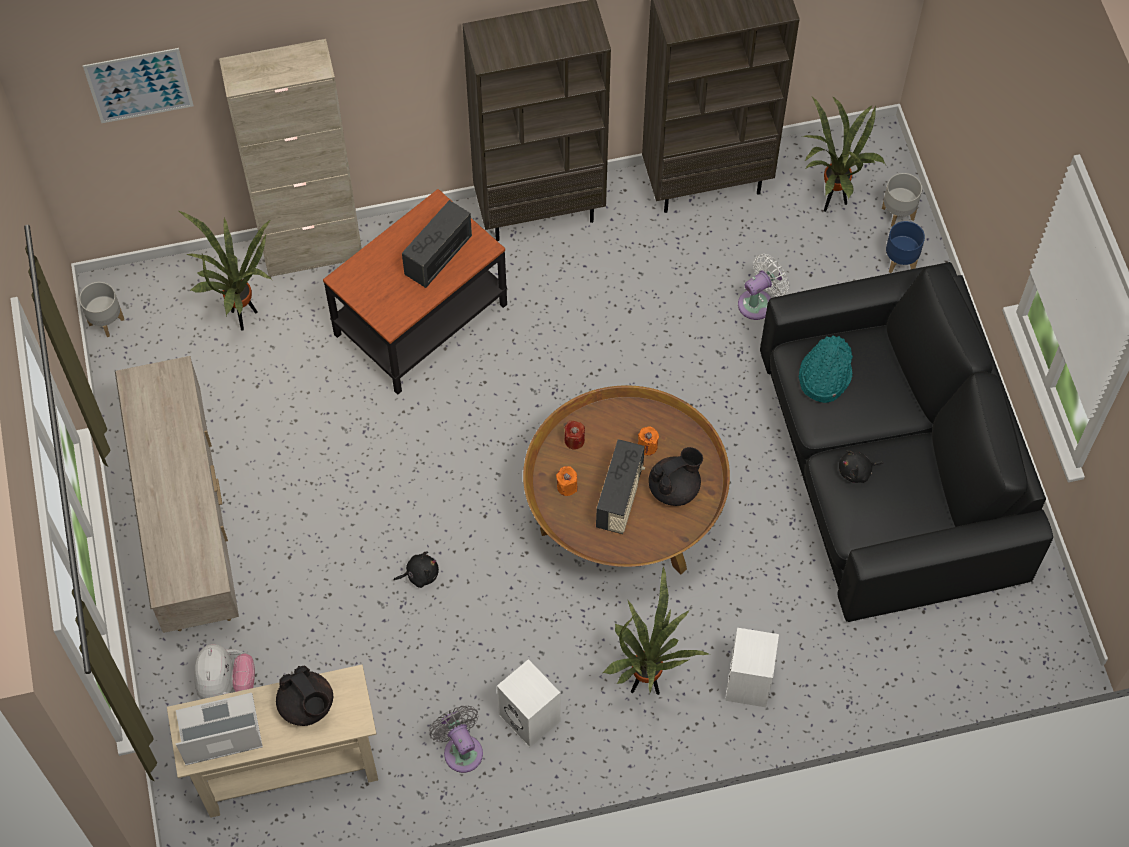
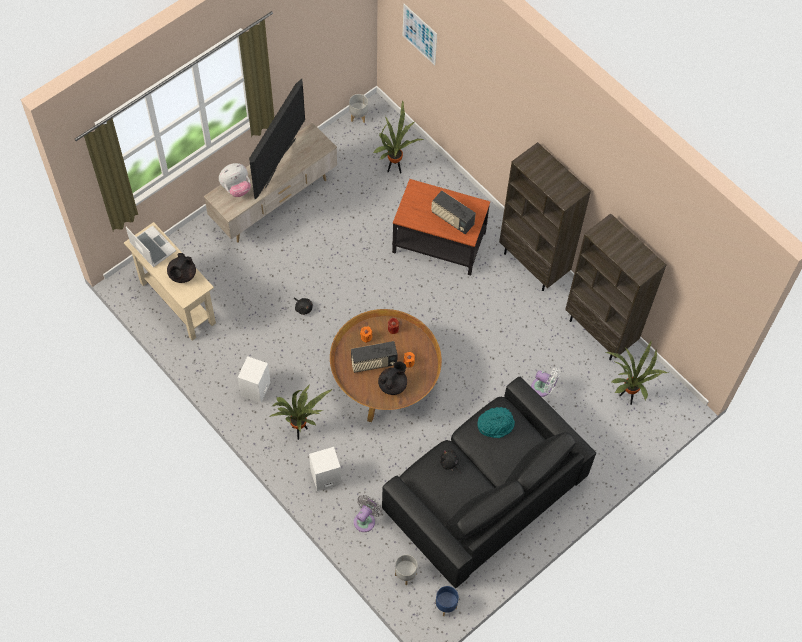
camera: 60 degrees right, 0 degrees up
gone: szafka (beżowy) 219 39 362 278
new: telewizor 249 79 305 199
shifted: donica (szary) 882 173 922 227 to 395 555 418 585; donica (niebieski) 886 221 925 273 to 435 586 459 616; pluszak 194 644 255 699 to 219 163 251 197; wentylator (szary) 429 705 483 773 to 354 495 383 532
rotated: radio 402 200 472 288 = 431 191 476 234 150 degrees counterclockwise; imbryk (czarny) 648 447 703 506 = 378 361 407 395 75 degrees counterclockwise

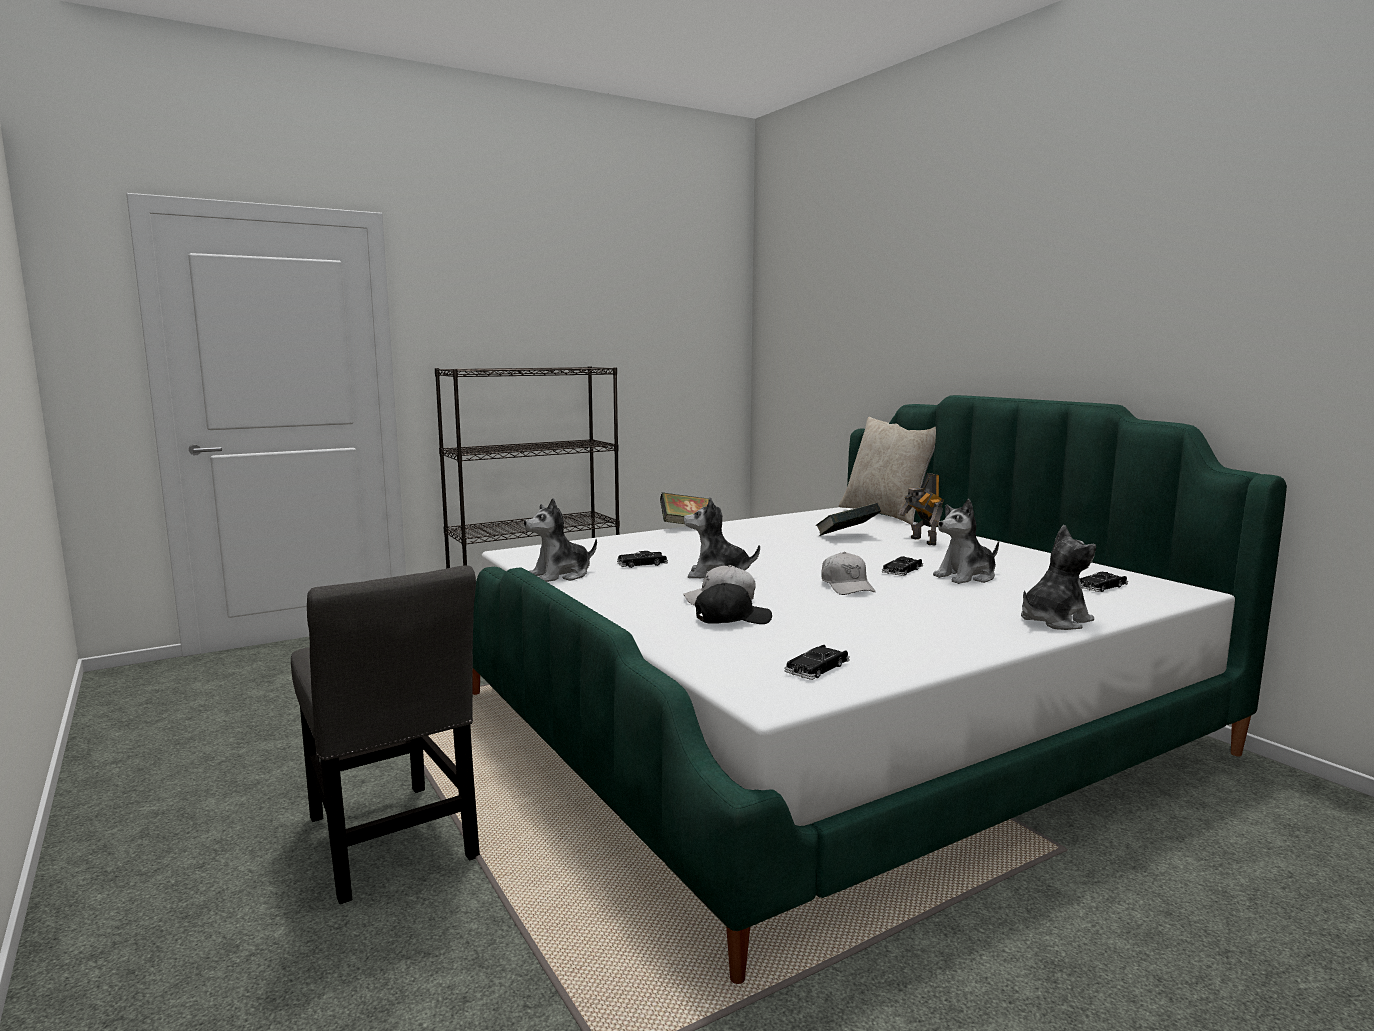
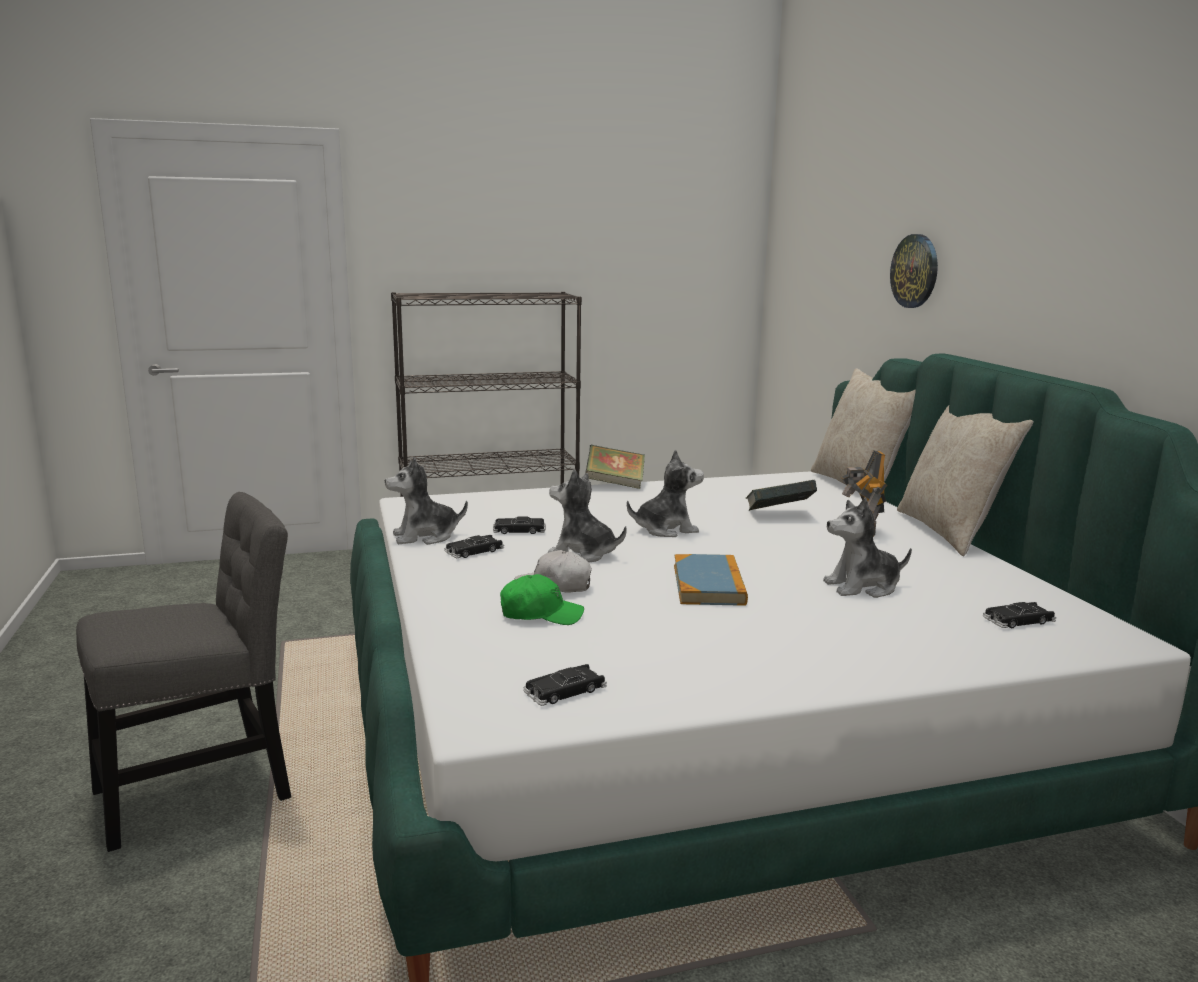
camera: 15 degrees right, 5 degrees up
new: zegar ścienny 890 234 938 308; poduszka (beżowy) 897 405 1033 556
shifted: pluszak 1021 525 1096 630 to 627 449 704 537; samochodzik (czarny) 881 556 923 576 to 445 535 504 558
swapped: czapka z daszkiem (biały) 821 552 876 595 to książka 674 554 748 606
repainted: czapka z daszkiem (czarny) 695 583 772 624 to czapka z daszkiem (zielony) 500 574 584 625
rotated: krzesło (szary) 291 565 480 904 = 76 492 291 852 105 degrees counterclockwise

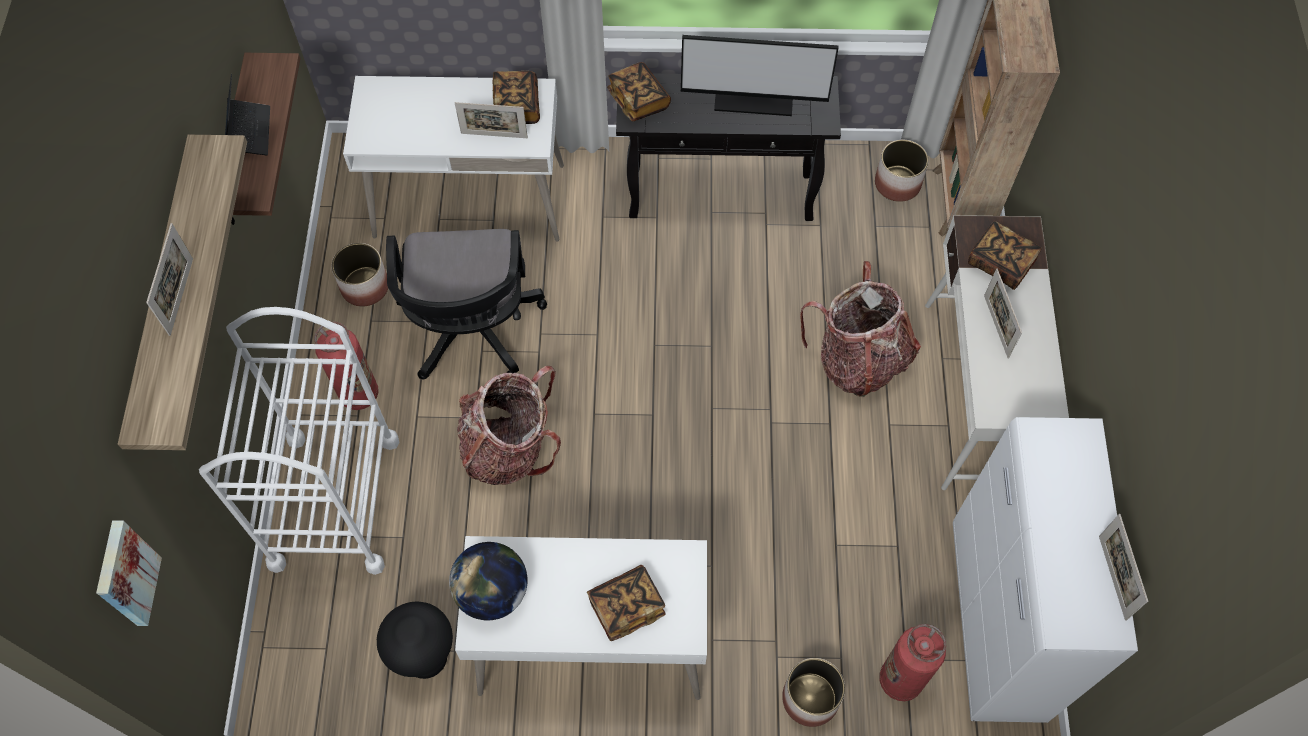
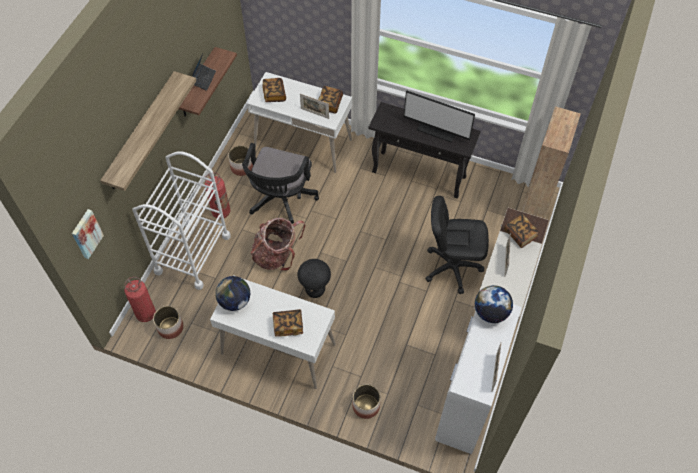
camera: 20 degrees right, 5 degrees down
gone: ramka na zdjęcie 146 223 193 336
new: globus 475 285 513 323
shifted: książka 607 62 671 121 to 262 78 286 102; donica 875 140 929 202 to 153 306 183 339; stołek (czarny) 377 602 453 679 to 298 259 331 298; gaśnica 879 624 946 701 to 124 277 156 322
swapped: plecak 800 261 921 397 to krzesło biurowe (czarny) 425 196 489 294

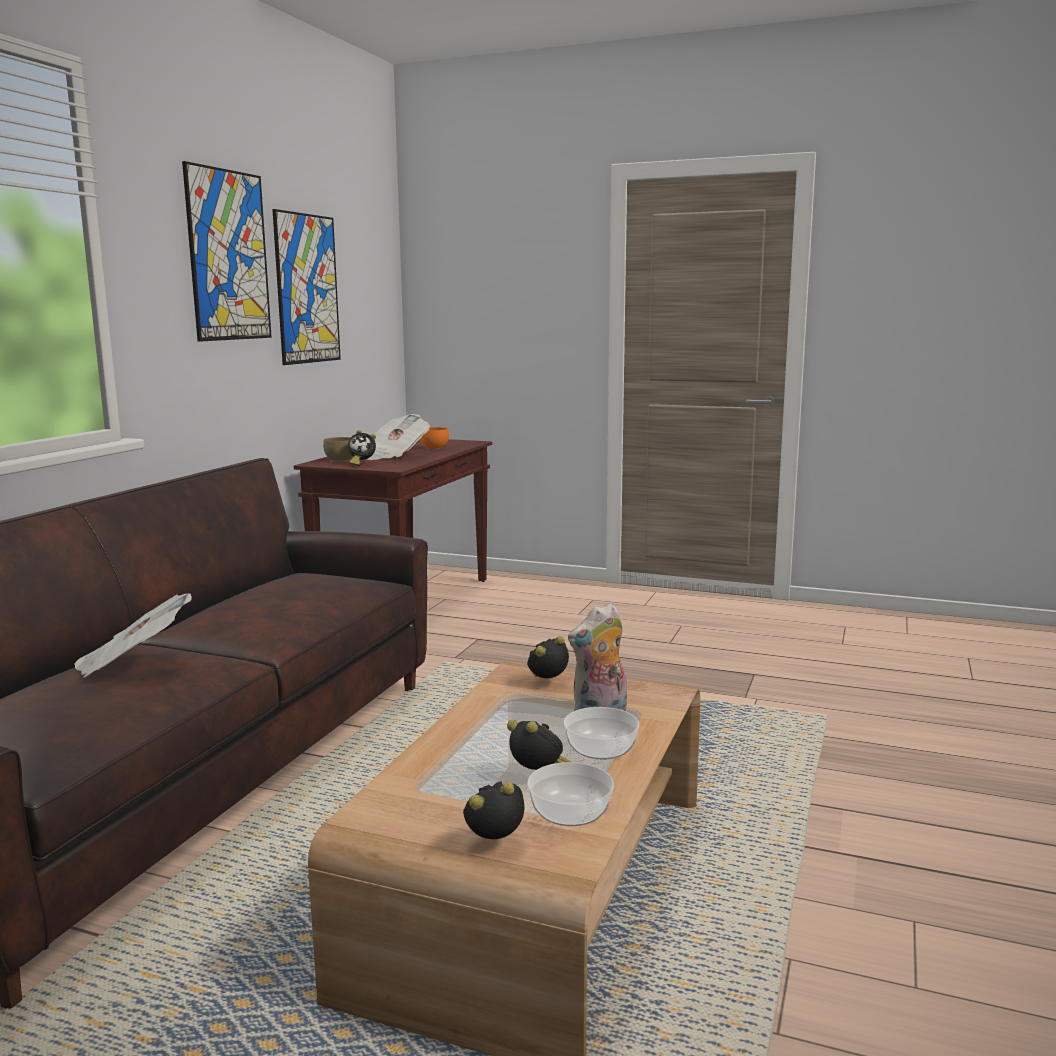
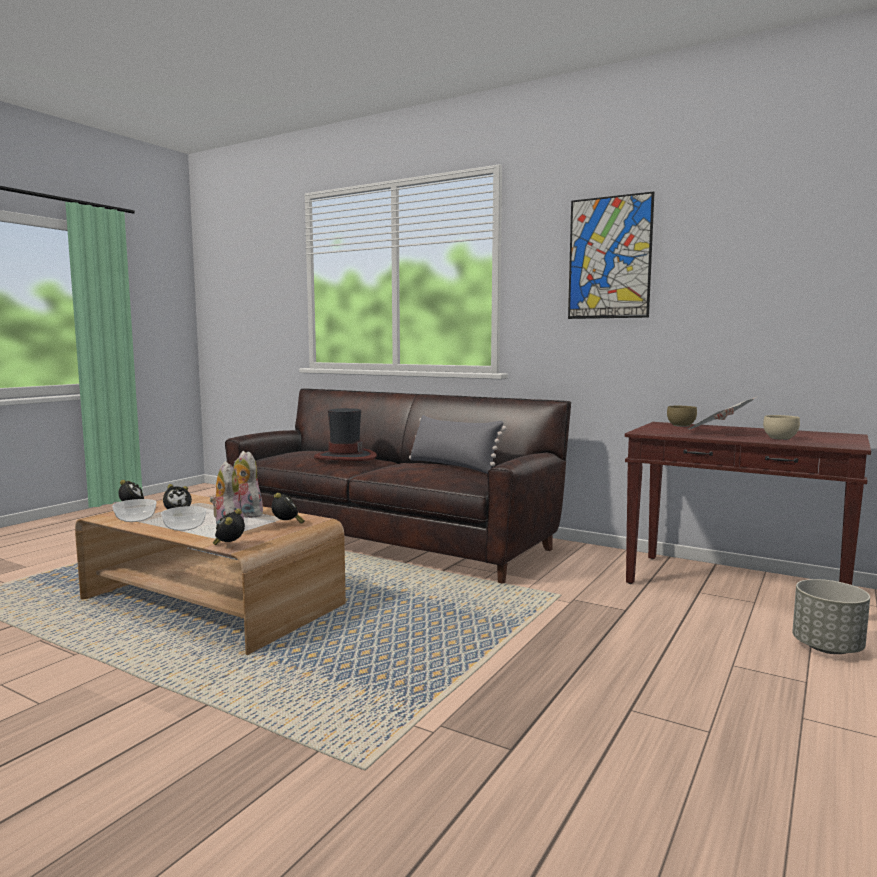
camera: 100 degrees right, 5 degrees down
gone: obraz 272 209 341 365
new: poduszka (szary) 409 415 506 474; pluszak 234 451 263 518; donica (szary) 792 579 870 654
shifted: budzik 348 430 376 466 to 213 509 245 545
swapped: gazeta 74 593 192 678 to kapelusz 314 408 377 461
repainted: miska (pomarańczowy) 420 427 449 450 to miska (beżowy) 763 415 800 440

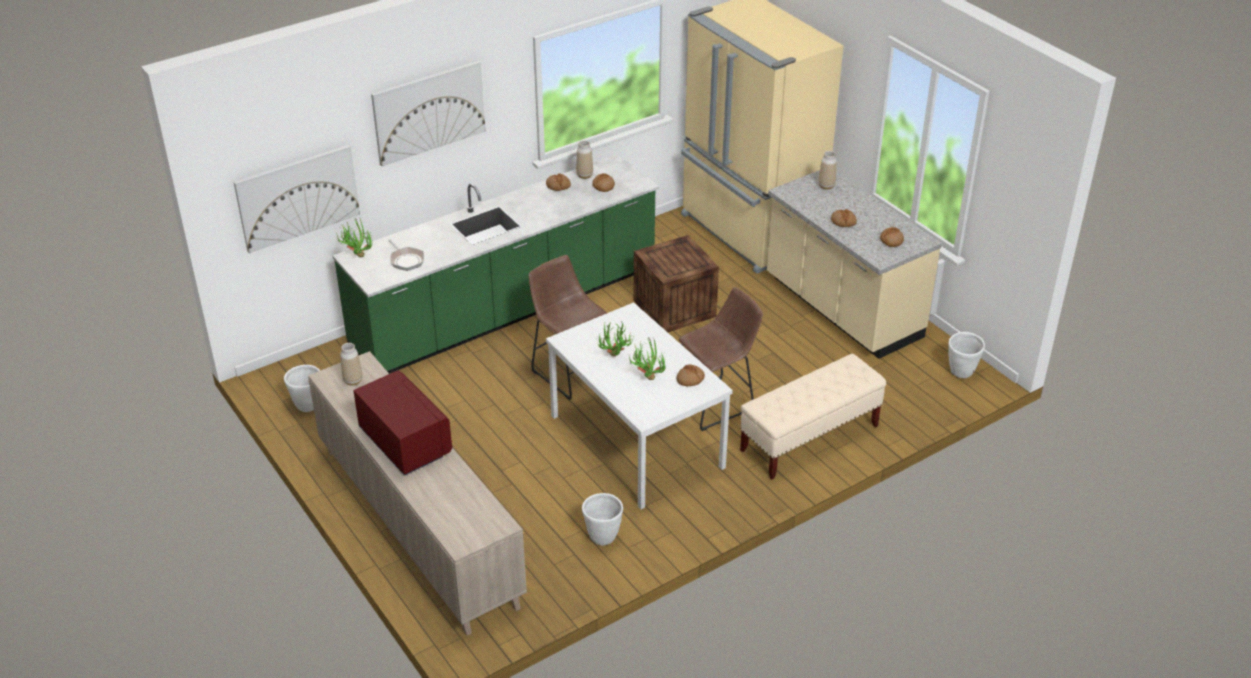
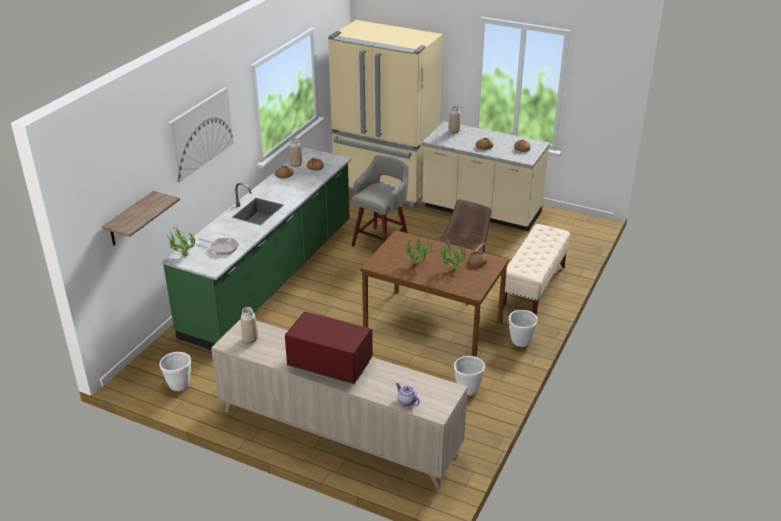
camera: 30 degrees left, 5 degrees down
gone: stołek (brązowy) 529 255 607 400
new: imbryk 396 383 419 407
shifted: donica (biały) 948 332 985 378 to 509 310 538 347
swapped: obraz 234 145 360 253 to półka 102 191 180 245; skrzynka 634 235 719 332 to stołek (szary) 351 155 409 247
repainted: stół jadalny (biały) 546 302 733 509 to stół jadalny (brązowy) 360 230 509 357

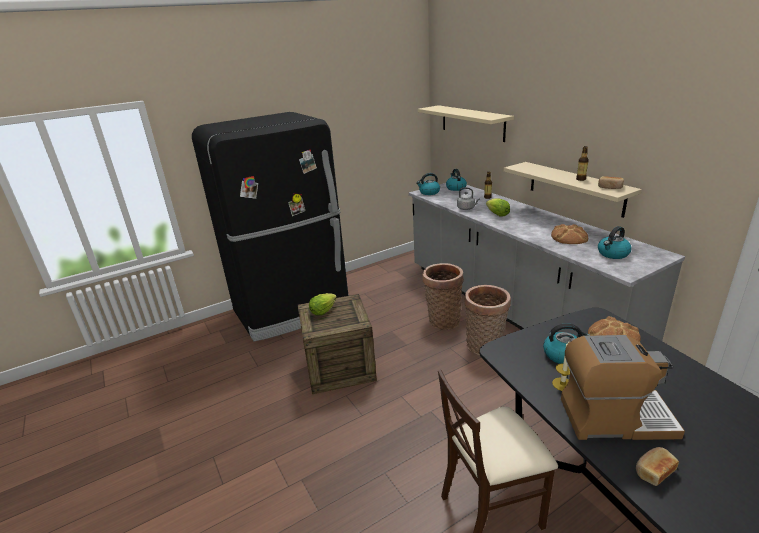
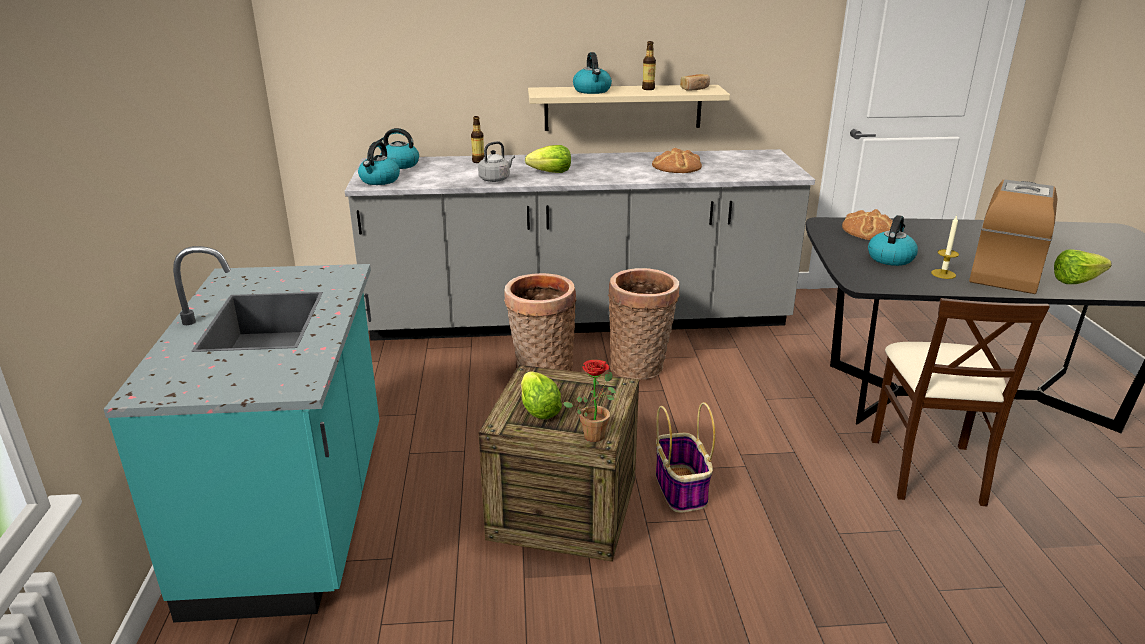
camera: 65 degrees left, 0 degrees up
gone: półka (beżowy) 418 105 514 142
new: roślina doniczkowa 563 360 616 442; koszyk 656 402 715 513
shifted: czajnik 598 226 632 259 to 573 52 612 94
swapped: lodówka (czarny) 192 112 350 342 to zabudowa kuchenna (turkusowy) 103 246 379 623; chleb 636 447 679 486 to sałata 1054 249 1112 284

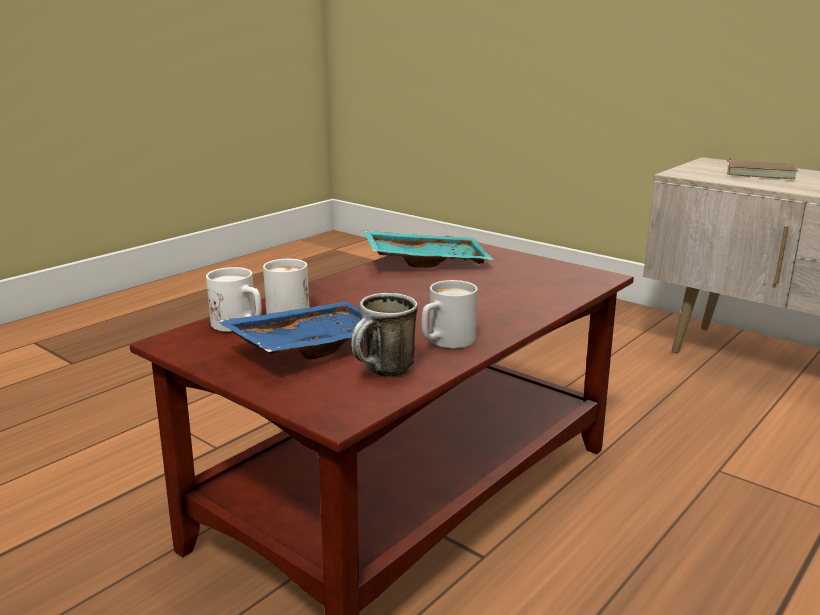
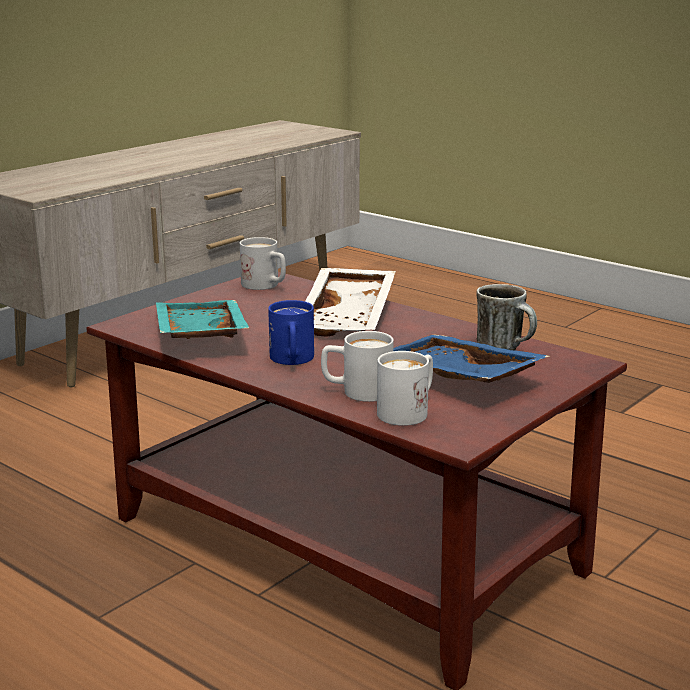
camera: 90 degrees left, 0 degrees up
gone: książka (brązowy) 727 158 798 179
new: taca (biały) 305 268 396 337; kubek (niebieski) 268 300 314 365
shifted: kubek (biały) 422 280 478 348 to 240 237 286 290

